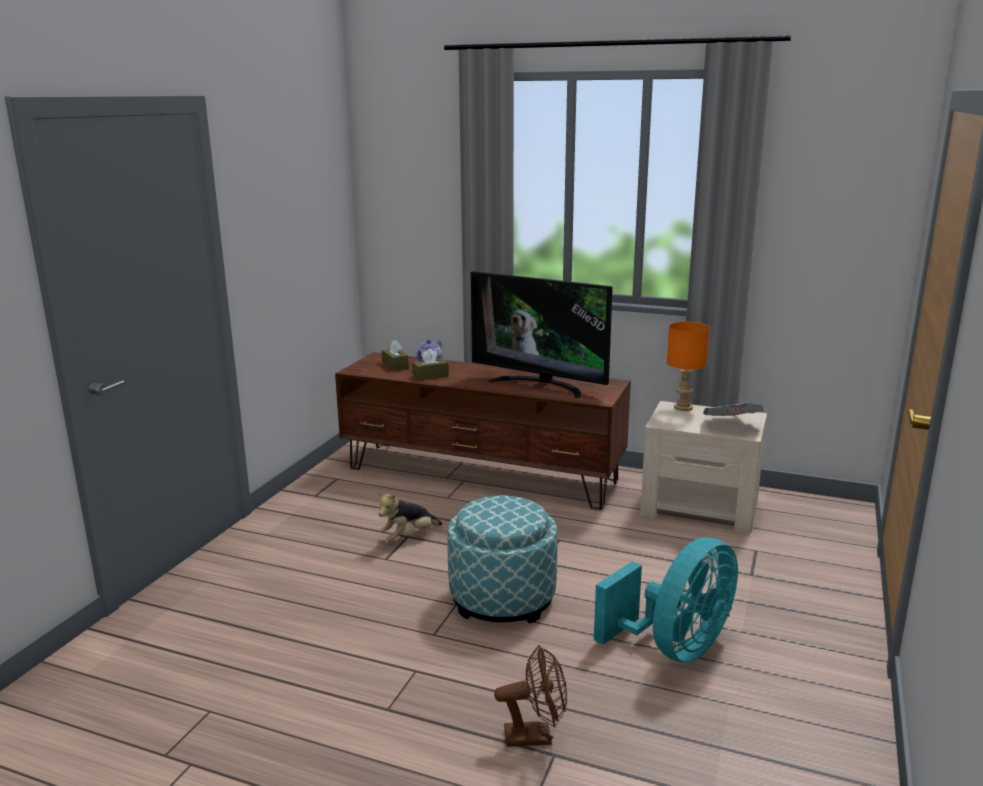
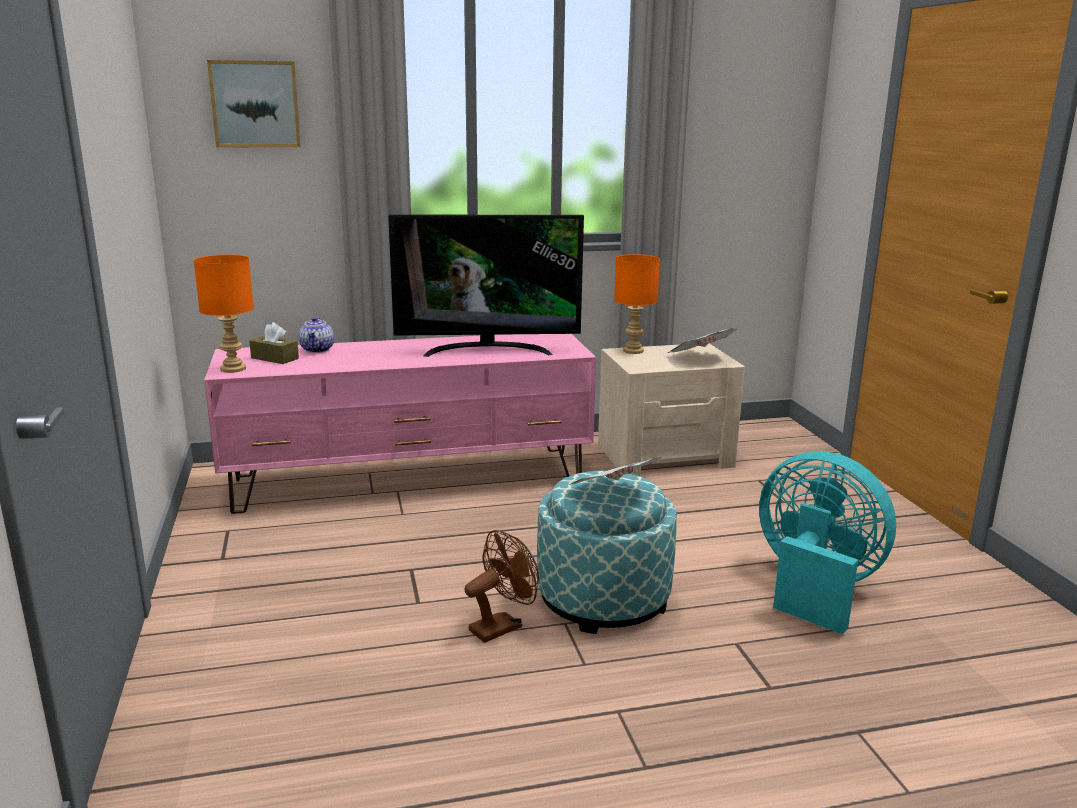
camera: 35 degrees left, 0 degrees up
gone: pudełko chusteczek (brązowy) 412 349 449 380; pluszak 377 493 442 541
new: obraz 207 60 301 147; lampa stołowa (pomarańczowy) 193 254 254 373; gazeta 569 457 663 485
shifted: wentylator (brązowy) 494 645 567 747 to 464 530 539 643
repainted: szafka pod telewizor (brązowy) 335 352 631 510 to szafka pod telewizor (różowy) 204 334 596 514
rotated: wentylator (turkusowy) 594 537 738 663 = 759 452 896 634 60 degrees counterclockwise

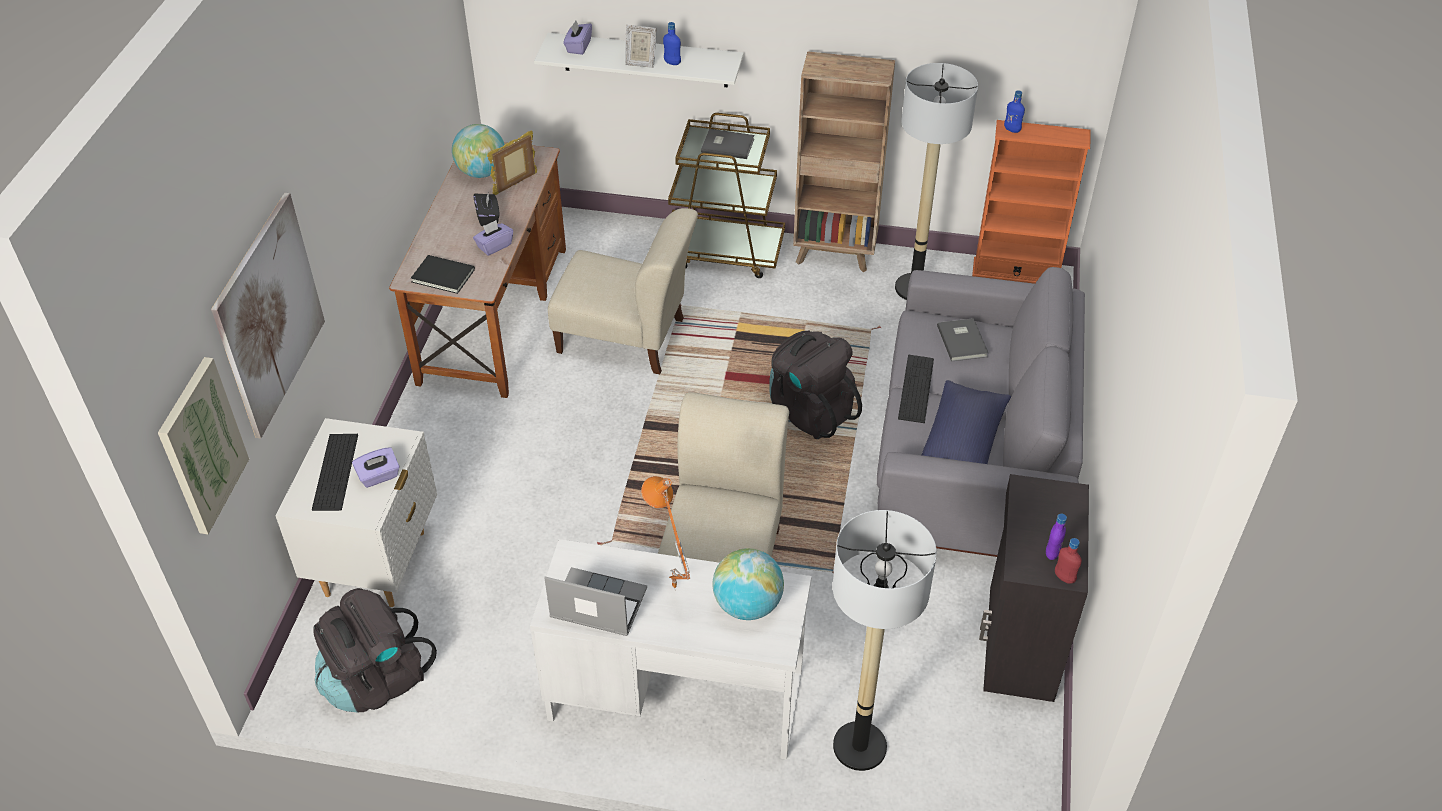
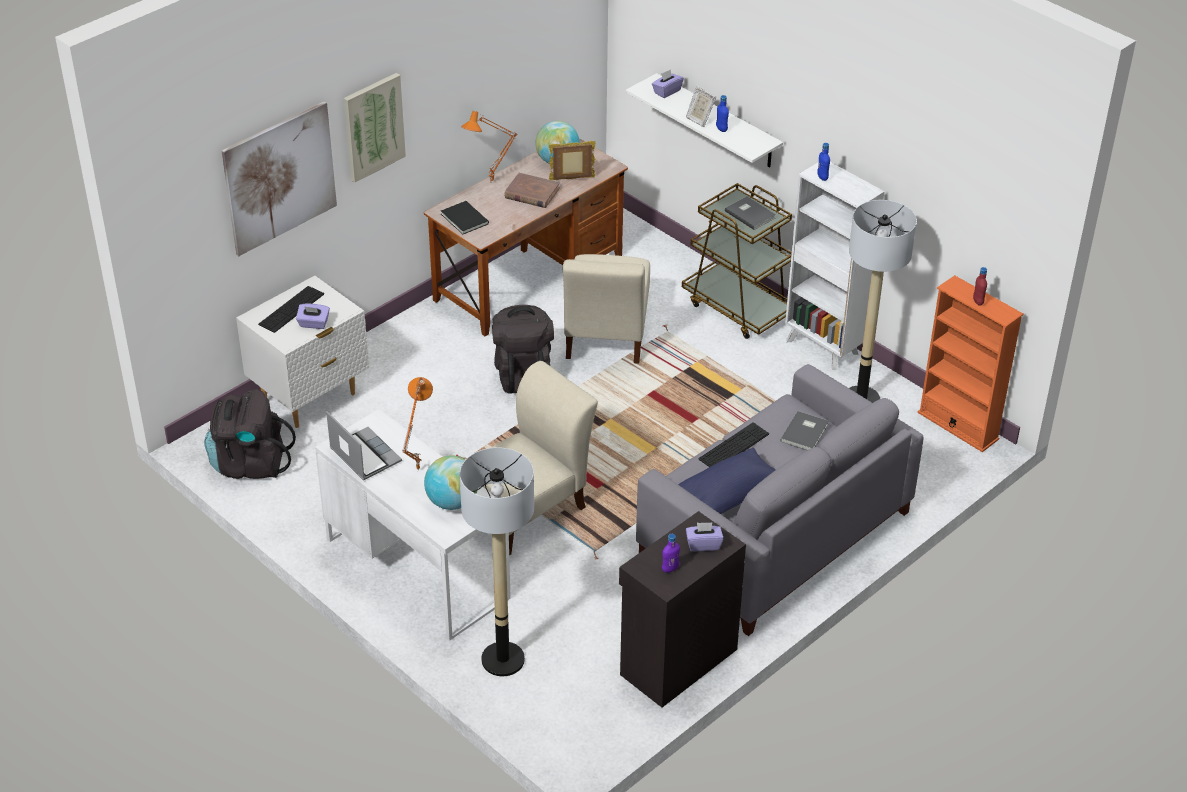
camera: 35 degrees right, 5 degrees down
new: lampa stołowa (pomarańczowy) 461 110 517 183
shifted: butelka (niebieski) 1004 90 1025 133 to 817 143 830 181; pudełko chusteczek (fioletowy) 473 220 513 256 to 686 523 723 551; plecak (czarny) 769 331 862 439 to 492 305 554 394; obraz 158 357 249 534 to 344 73 406 183; butelka (czerwony) 1055 538 1082 584 to 973 267 987 306
swapped: pudełko chusteczek (czarny) 474 194 499 226 to książka (brązowy) 504 173 560 208
repainted: regał (brązowy) 793 51 895 272 to regał (biały) 785 162 884 370
rotated: krzesło (beżowy) 548 208 698 374 = 563 254 650 364 45 degrees clockwise

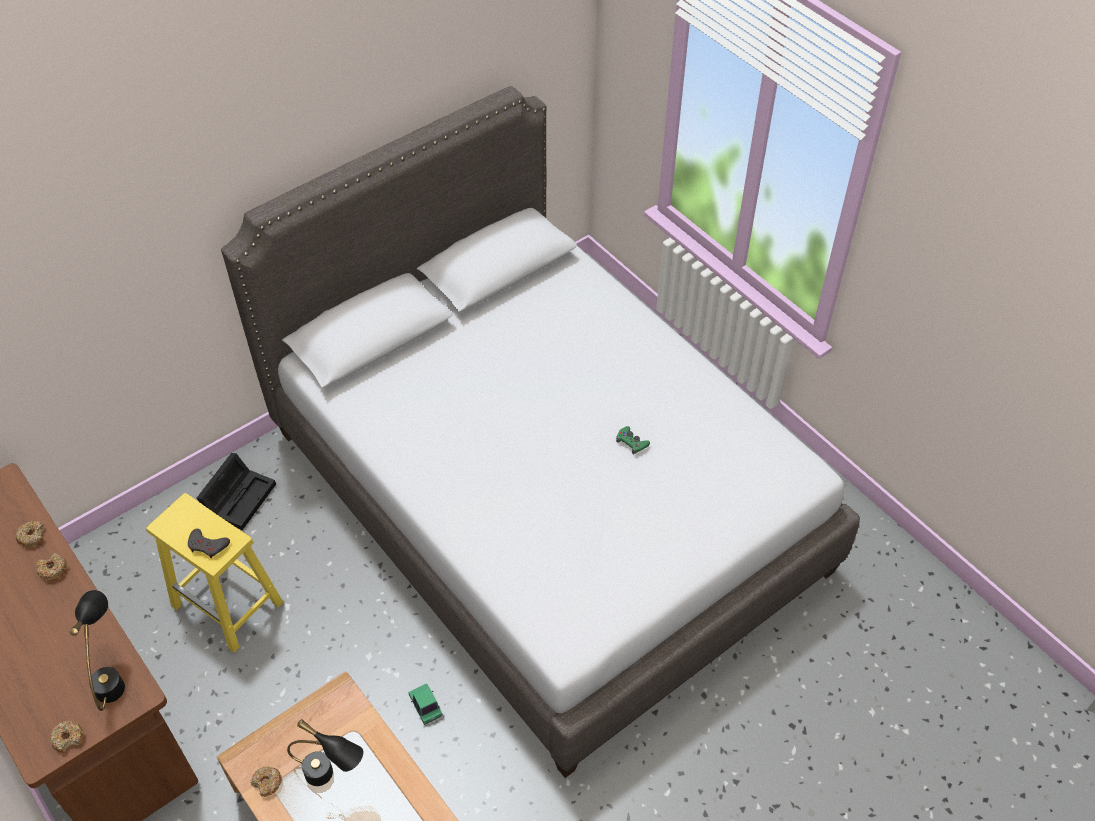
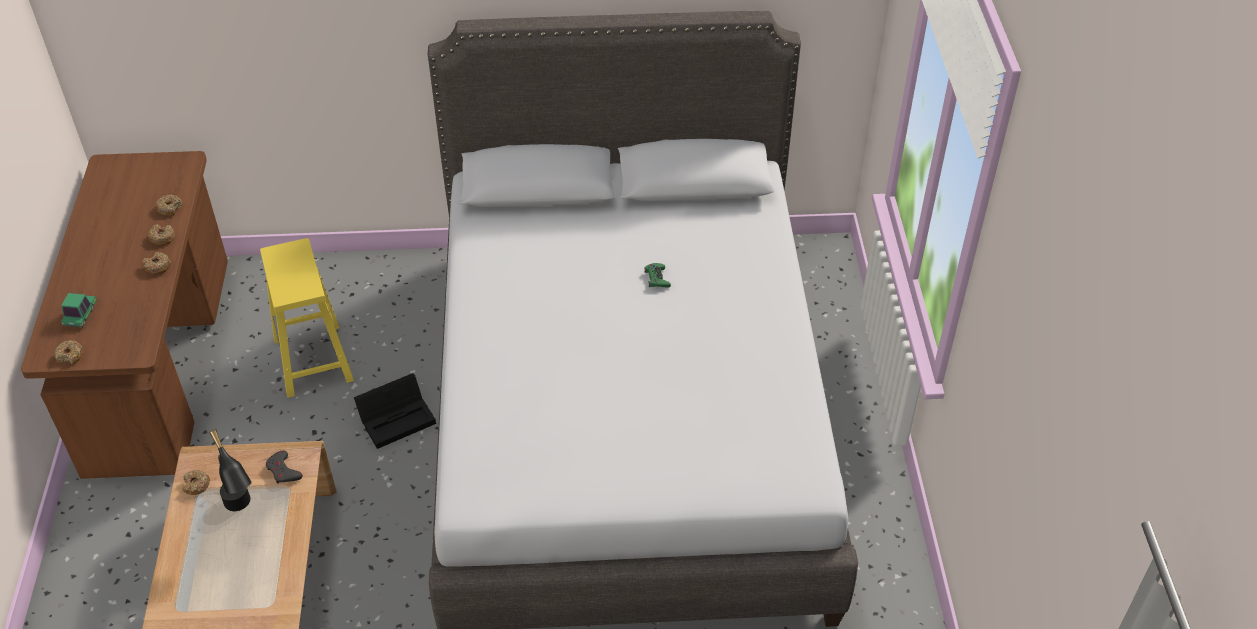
camera: 35 degrees right, 5 degrees down
gone: lampa stołowa (czarny) 70 590 125 711
new: donut 143 252 171 274
shifted: pad do gier (zielony) 616 426 650 454 to 644 263 671 288; pojemnik do przechowywania (czarny) 196 453 276 530 to 354 373 436 449; pad do gier (szary) 188 529 230 558 to 266 451 303 484; samochodzik 409 683 443 725 to 61 293 97 327

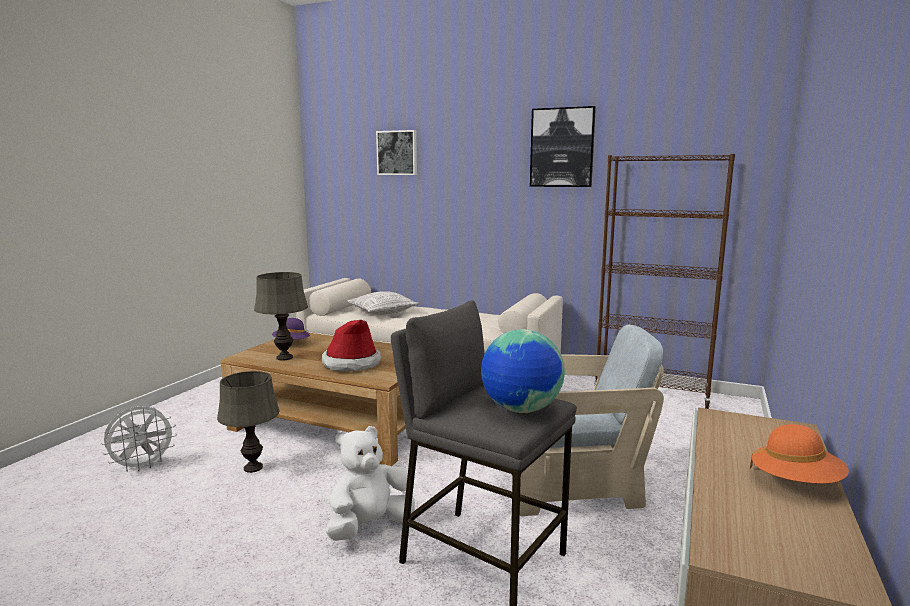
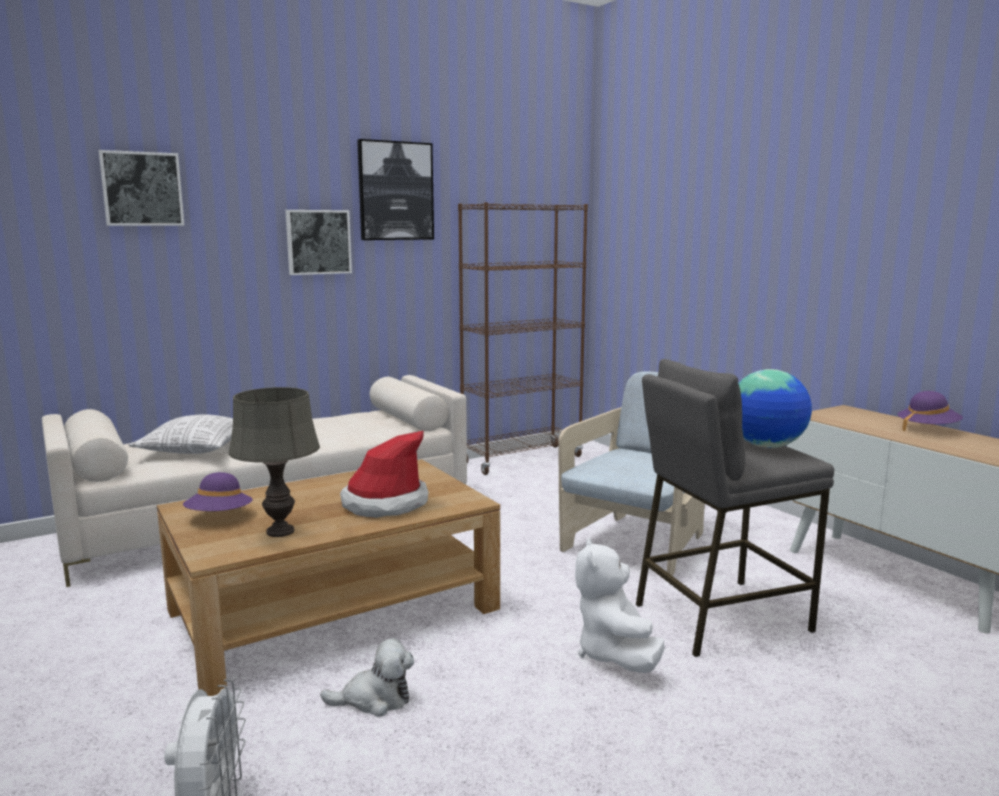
camera: 55 degrees left, 0 degrees up
new: obraz 285 210 352 275
swapped: lampa stołowa (szary) 217 371 280 473 to pluszak 320 638 414 717
repainted: kapelusz (pomarańczowy) 750 424 849 484 to kapelusz (fioletowy) 897 391 963 432

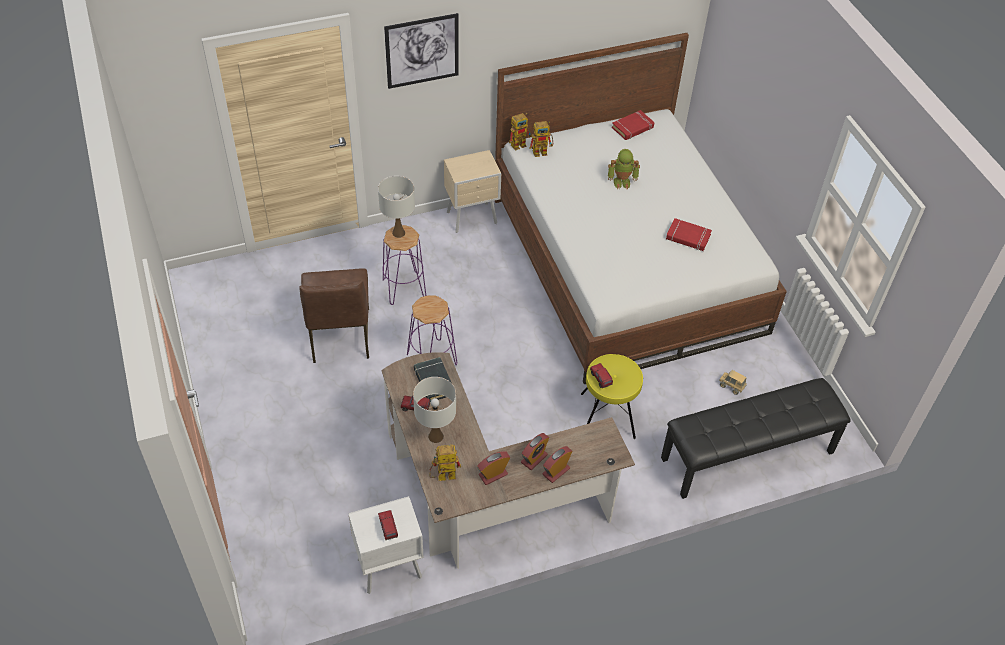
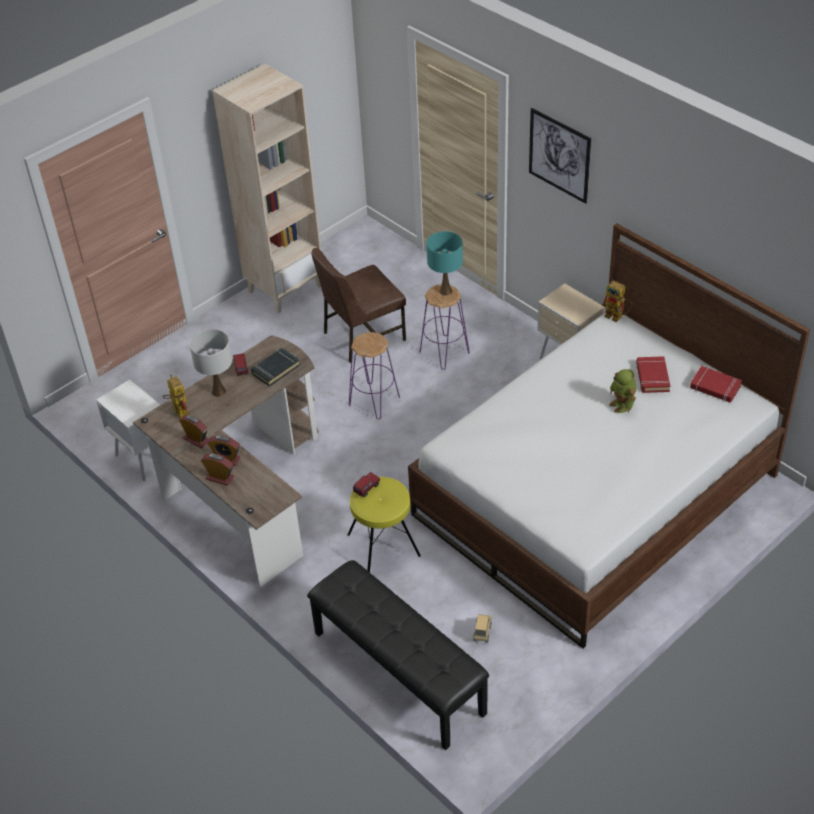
camera: 70 degrees right, 5 degrees down
gone: robot zabawkowy 529 121 553 157; ciężarówka zabawkowa 378 510 398 540
new: regał (beżowy) 212 64 321 313
shifted: książka (czerwony) 666 218 712 251 to 636 356 670 393
repainted: lampa stołowa (biały) 378 176 415 238 to lampa stołowa (turkusowy) 427 231 463 296

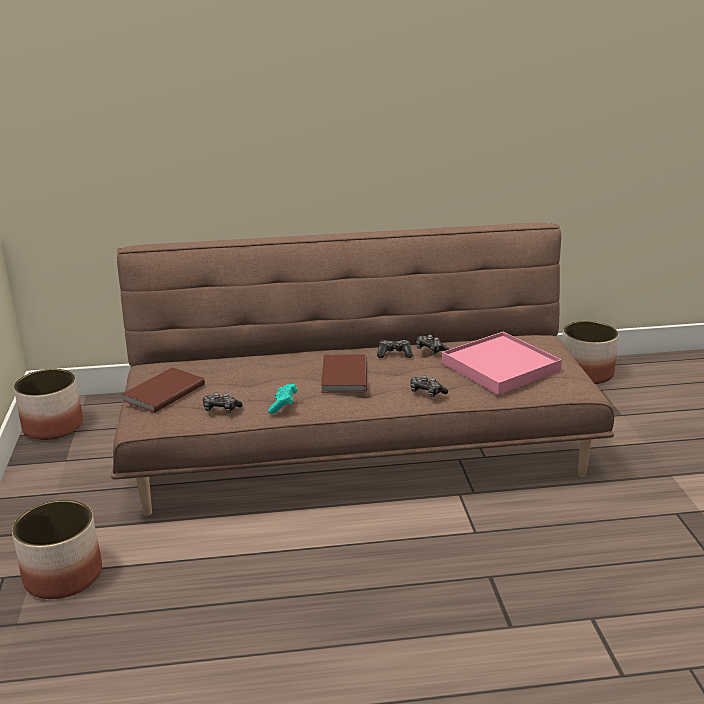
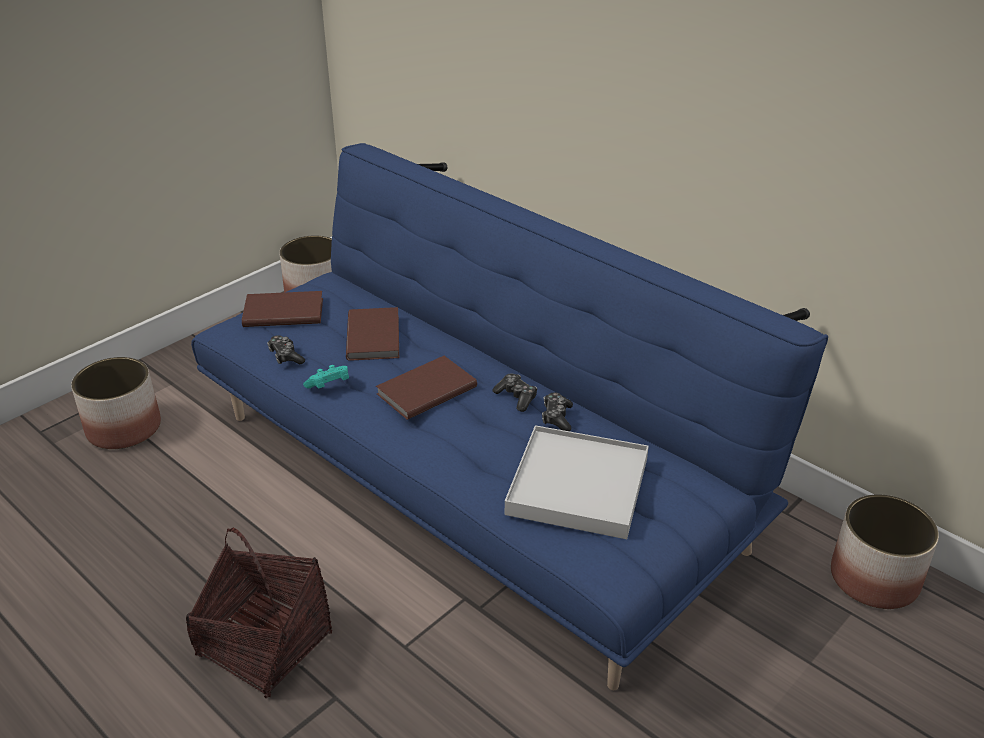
camera: 50 degrees right, 10 degrees up
gone: pad do gier 411 375 448 397
new: książka (brązowy) 346 307 399 361; koszyk 186 528 332 699
repainted: kanapa (brązowy) 111 223 614 516 to kanapa (niebieski) 191 143 828 690; taca (różowy) 442 332 562 395 to taca (biały) 505 425 649 539

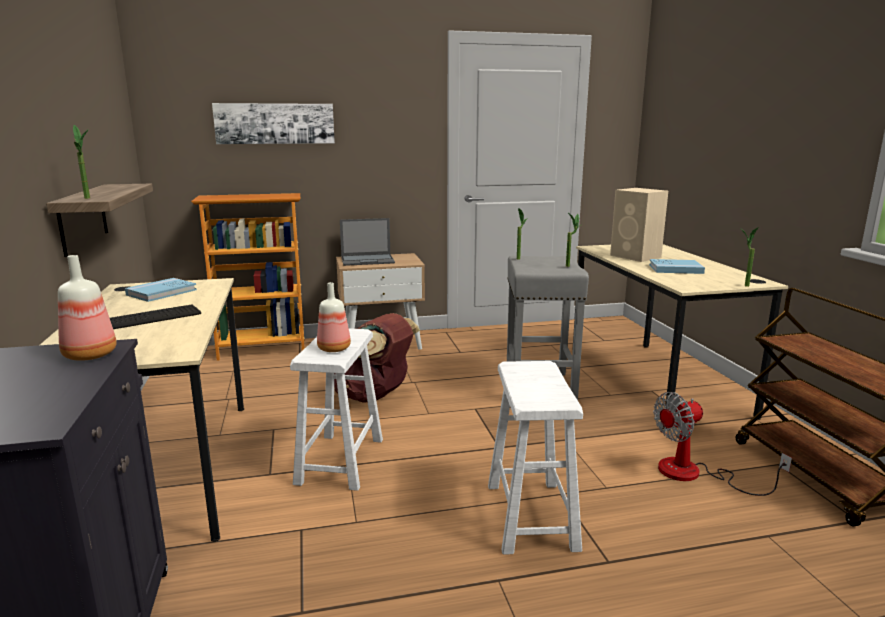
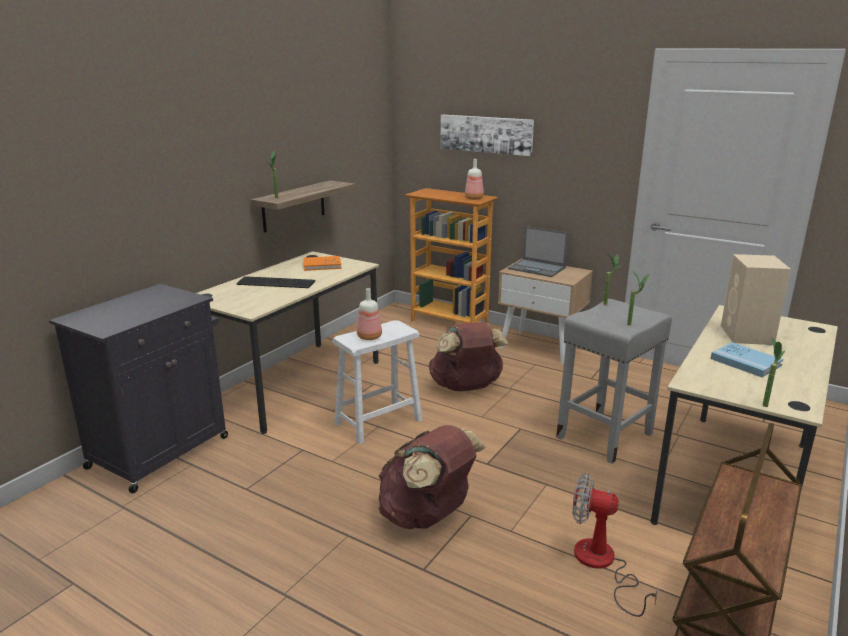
camera: 45 degrees right, 5 degrees up
shifted: butelka 58 255 117 361 to 465 159 484 200
swapped: stołek (biały) 488 361 583 555 to plecak (brązowy) 379 425 486 529
repainted: książka (niebieski) 125 278 197 302 to książka (pomarańczowy) 303 256 342 271

